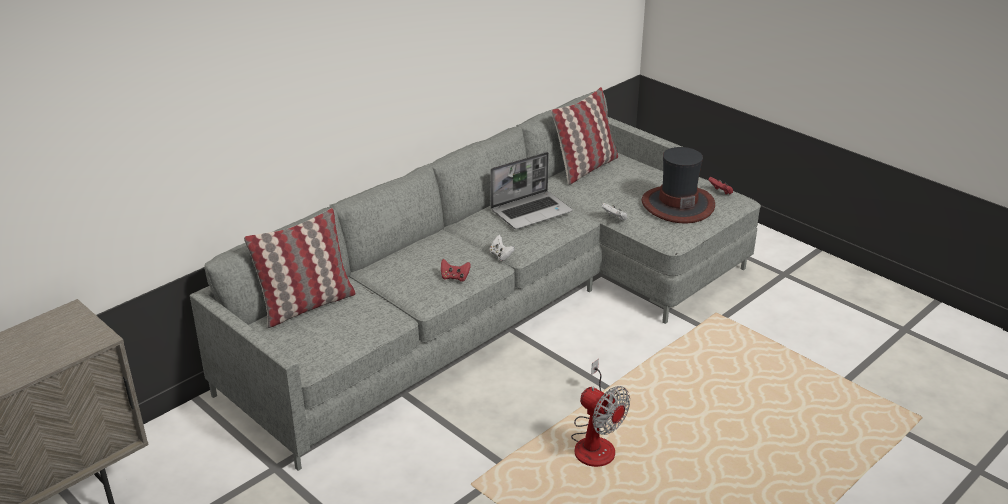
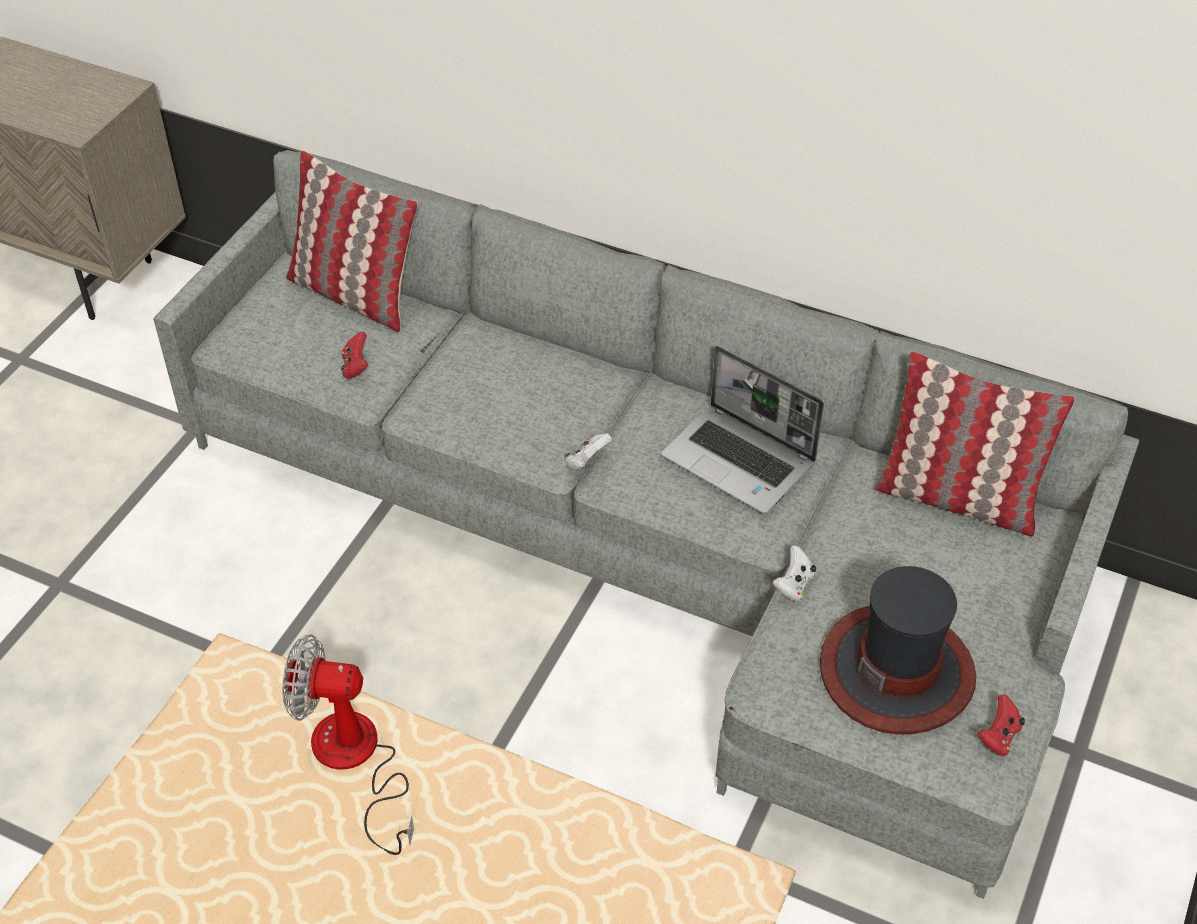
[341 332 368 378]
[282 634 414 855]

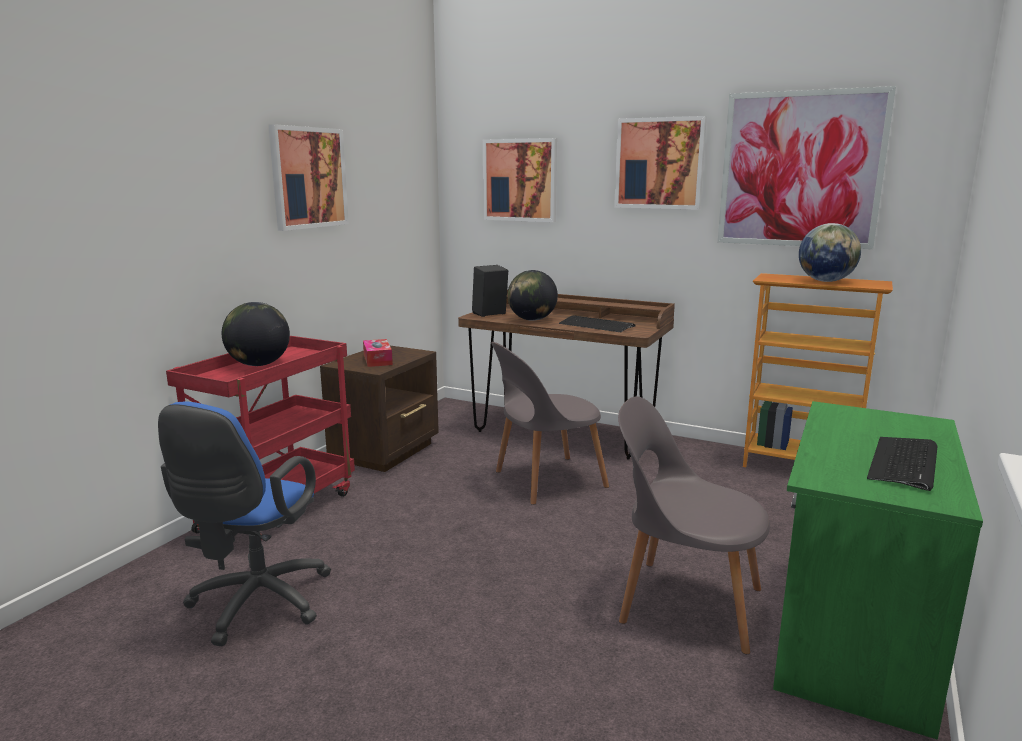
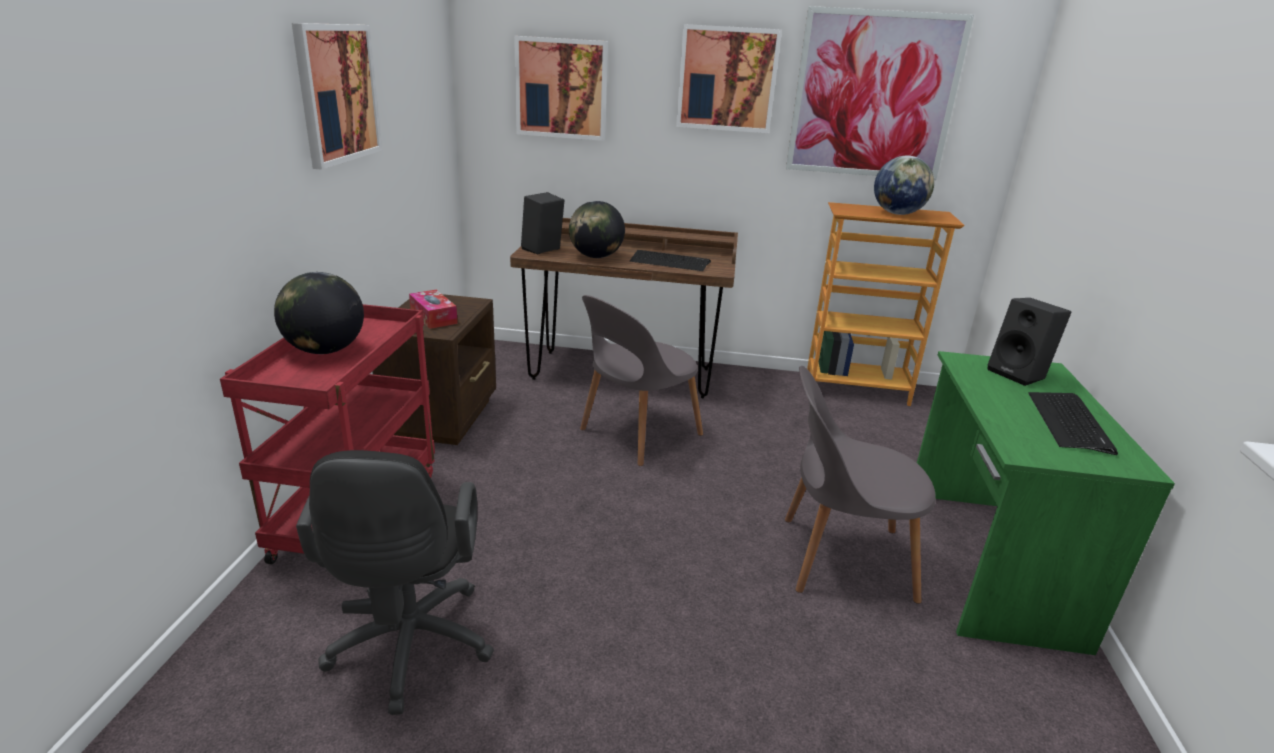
[987 298 1072 386]
[296 450 494 715]

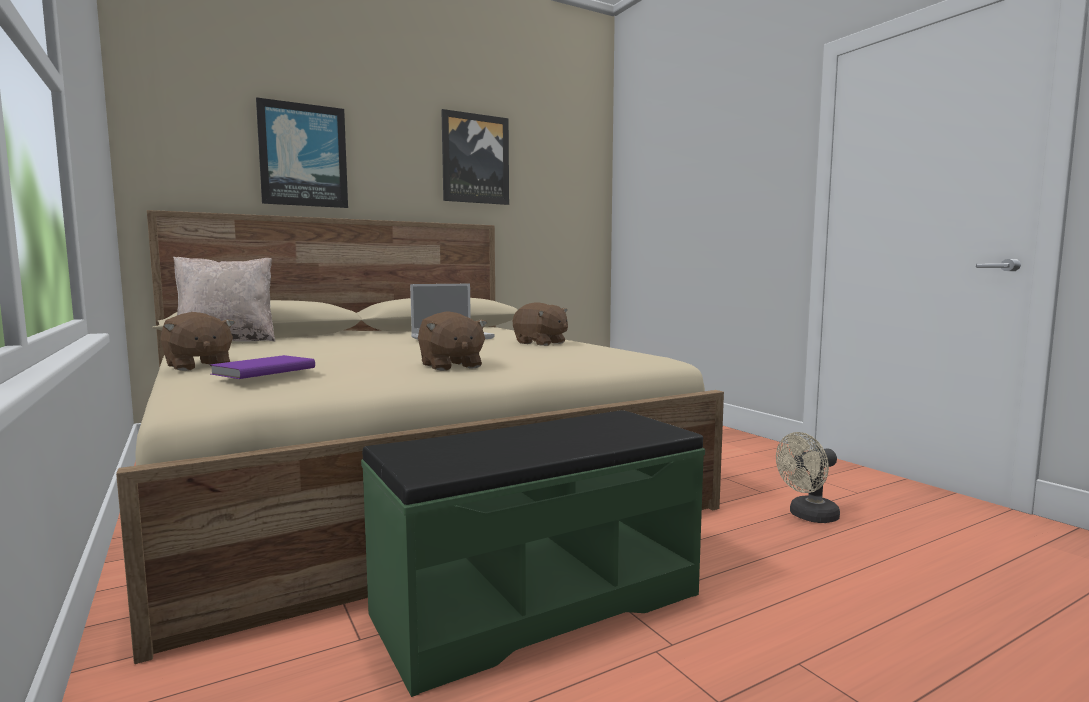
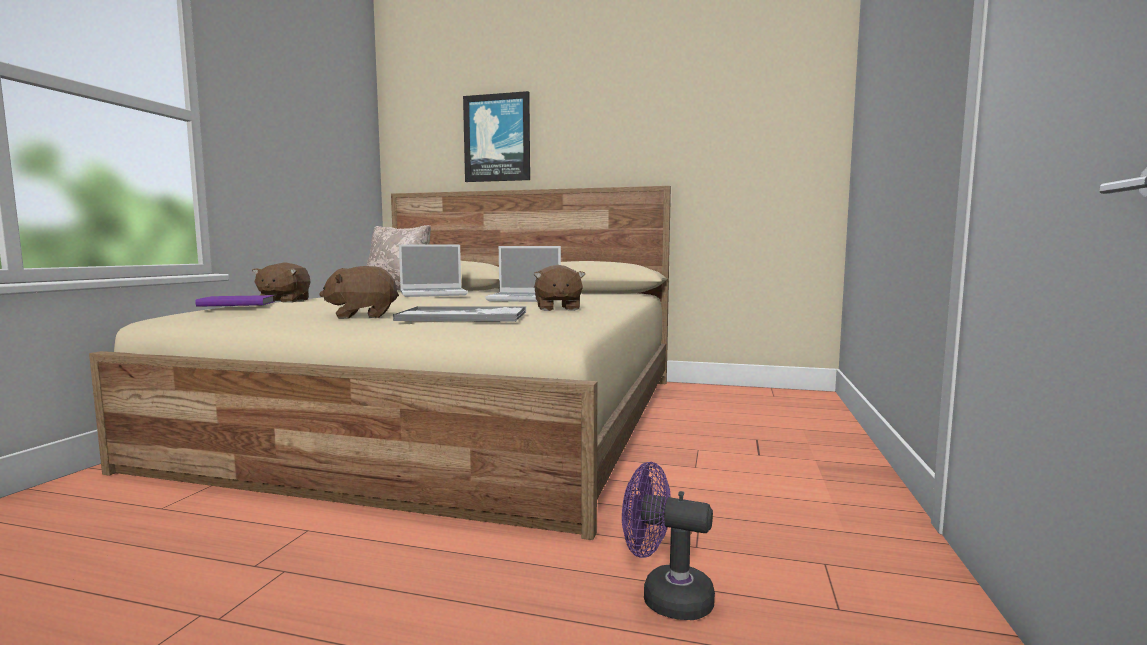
[361 410 705 697] (first image)
[441 109 509 205] (first image)
[393 306 526 322]
[399 244 468 297]
[622 462 715 620]
[319 266 399 319]

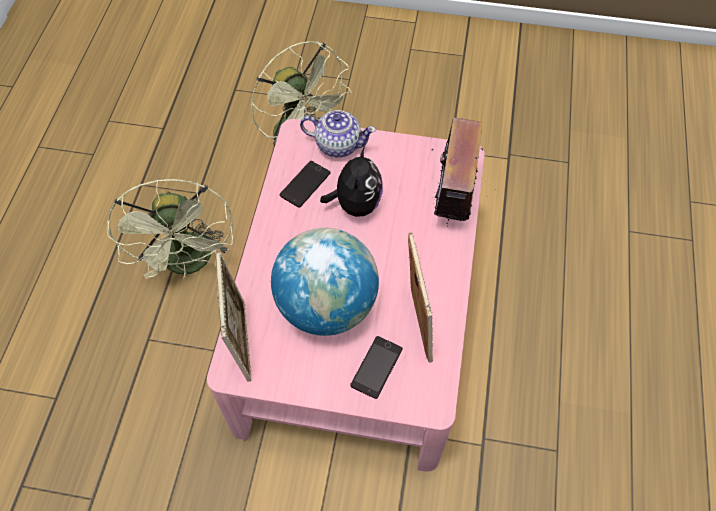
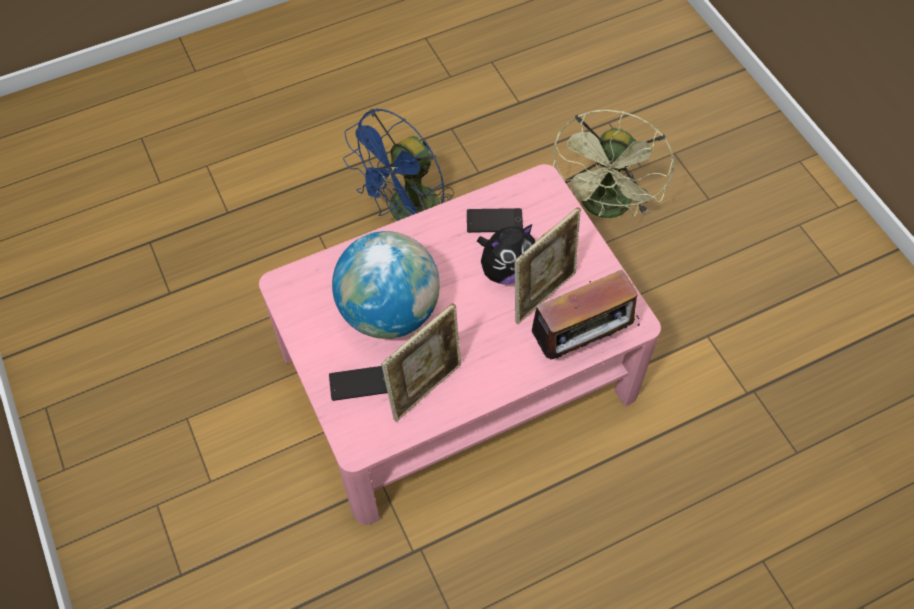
[300 110 376 158] (first image)
[515 207 581 324]
[343 108 454 221]

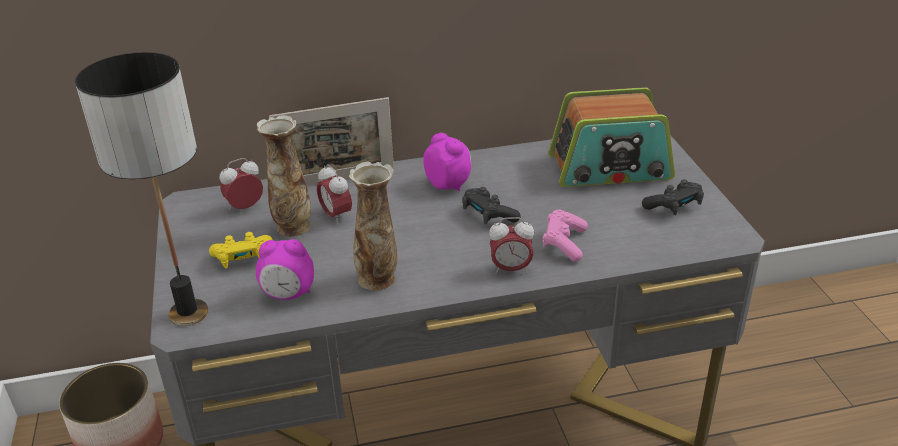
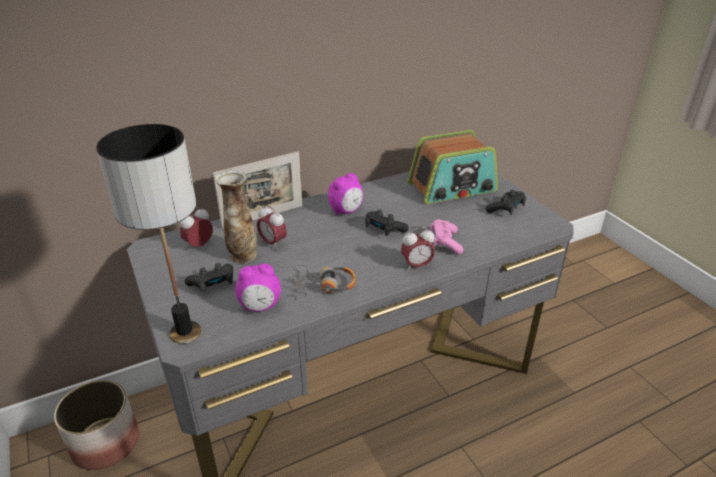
[292 265 356 298]
[185 263 233 294]
[328 173 363 215]

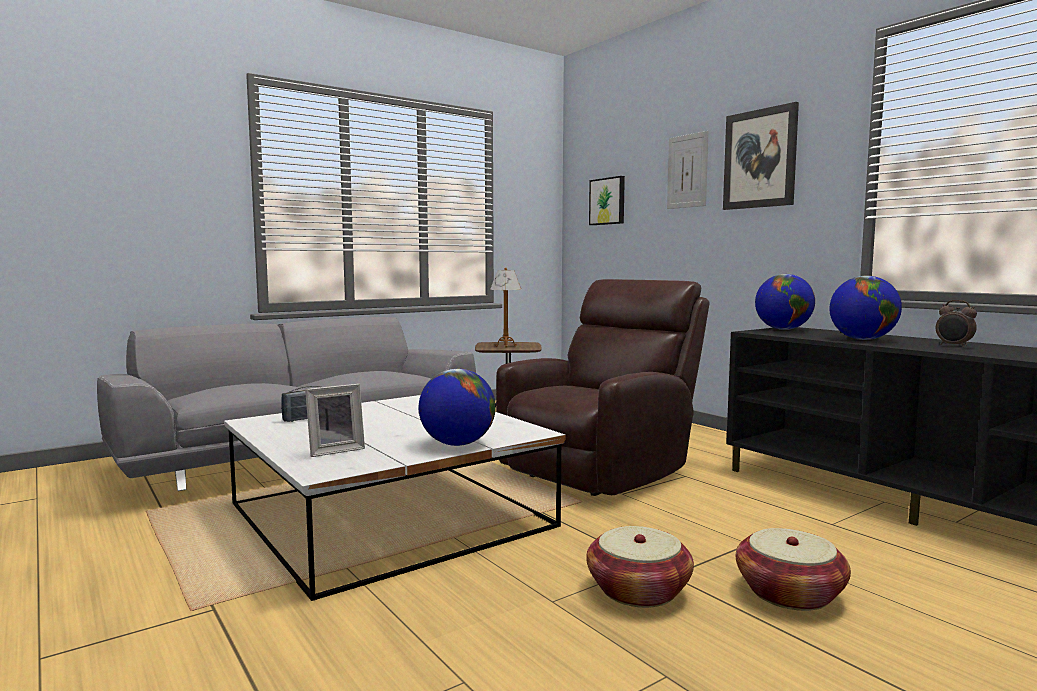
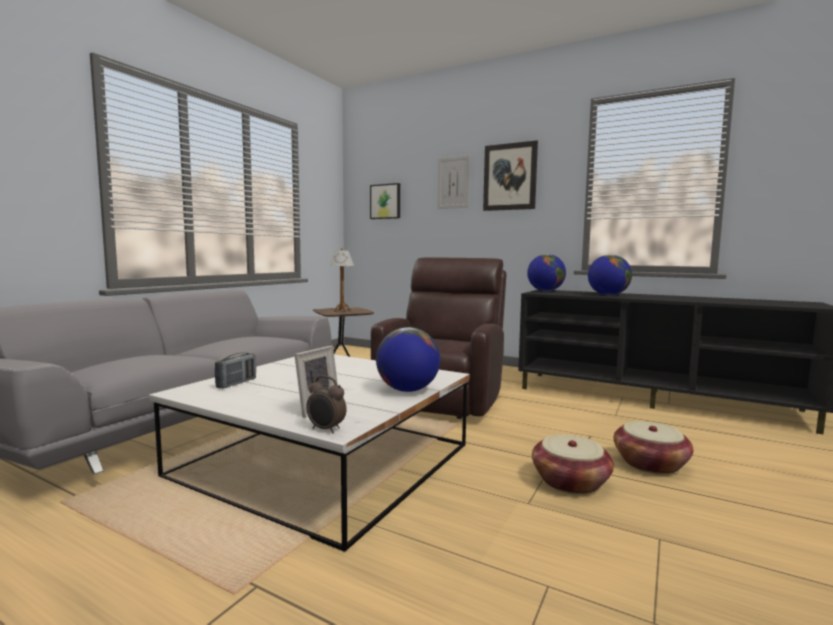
[306 376 347 433]

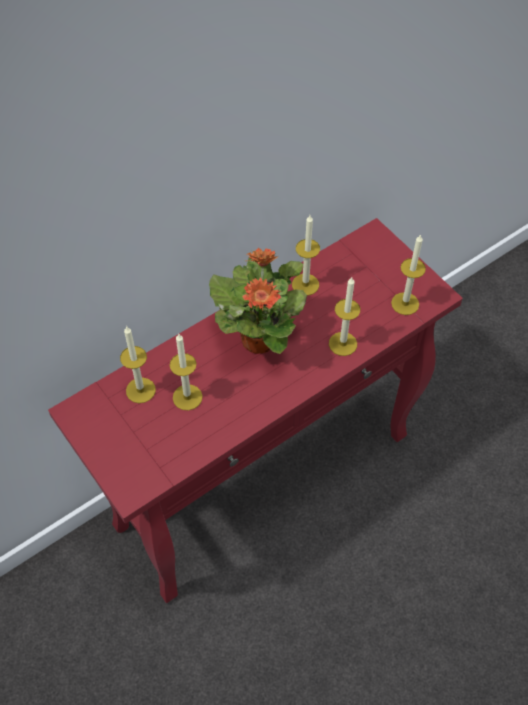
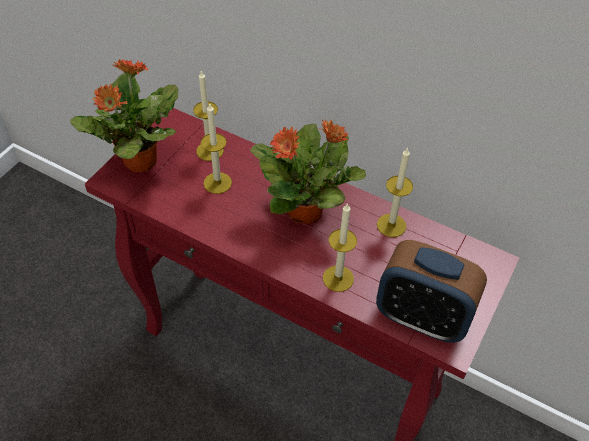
[70 59 178 172]
[376 240 487 343]

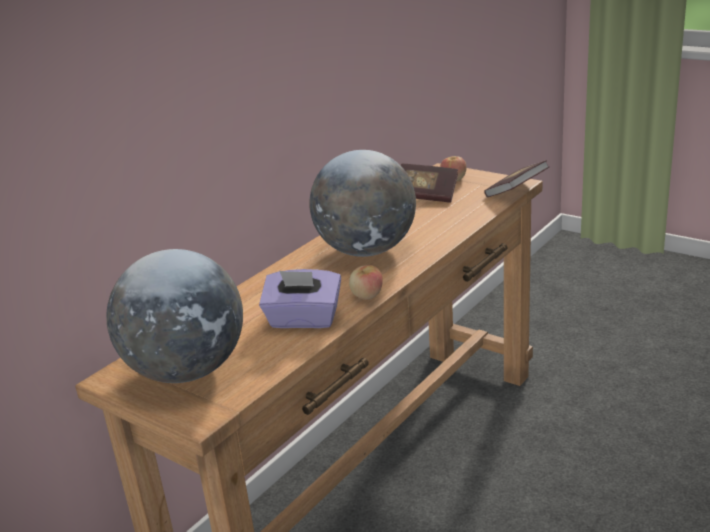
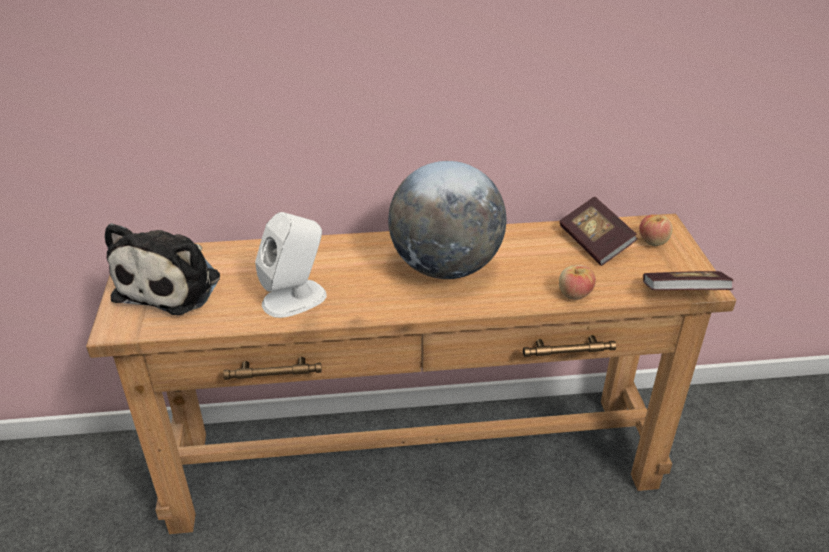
[559 264 596 300]
[105 223 220 315]
[255 212 327 318]

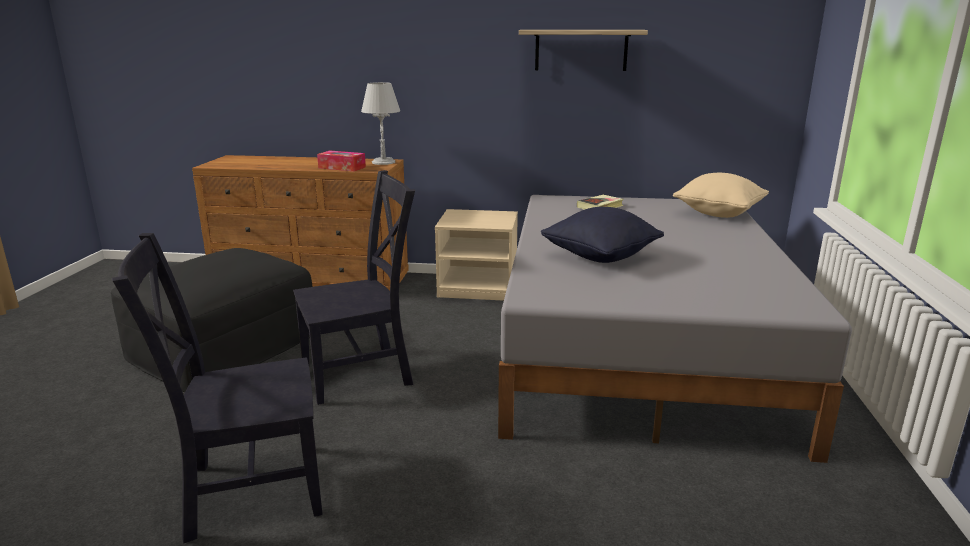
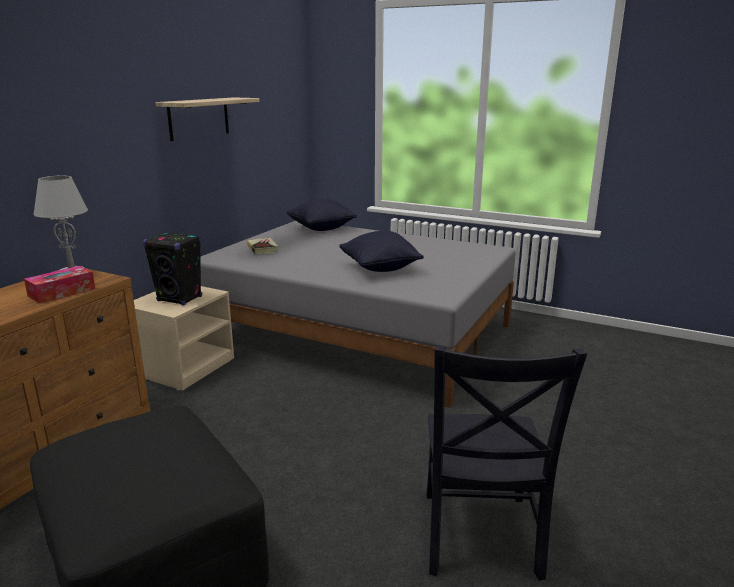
[293 170 415 405] (first image)
[143 232 202 306]
[287 199 357 231]

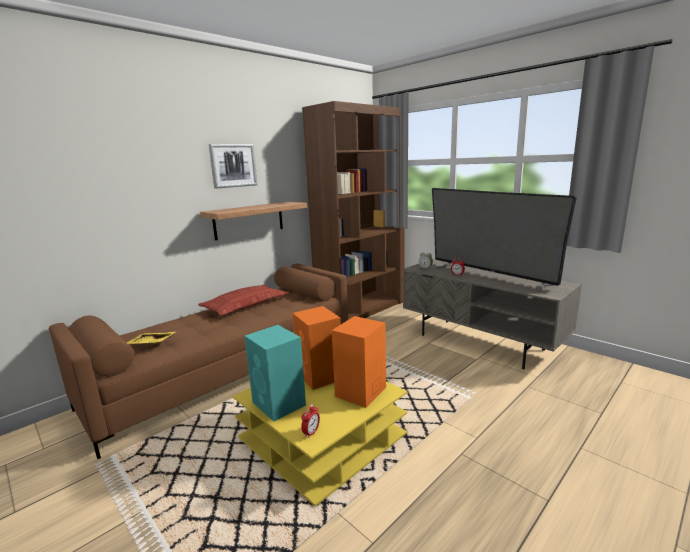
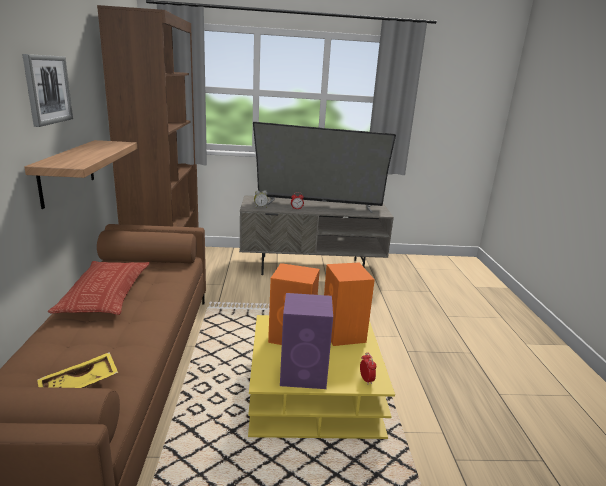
[280 293 333 389]

